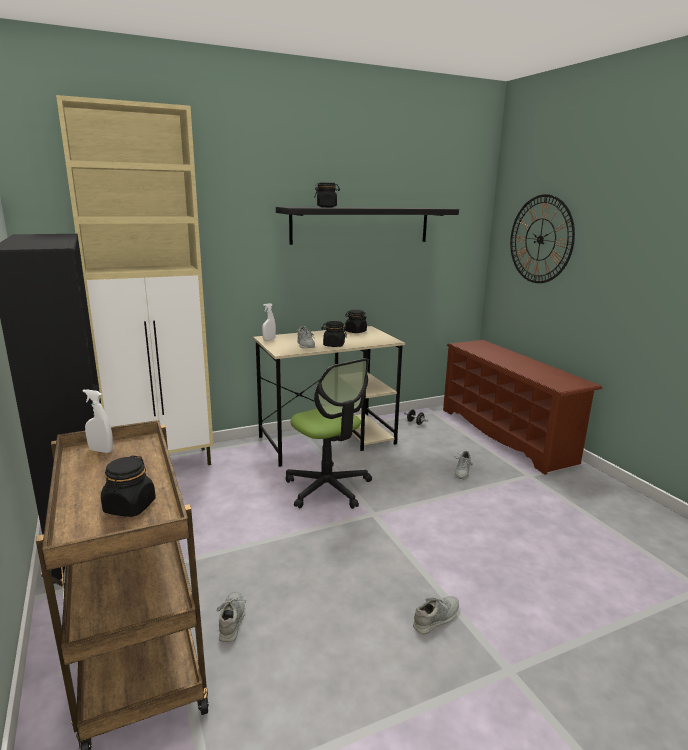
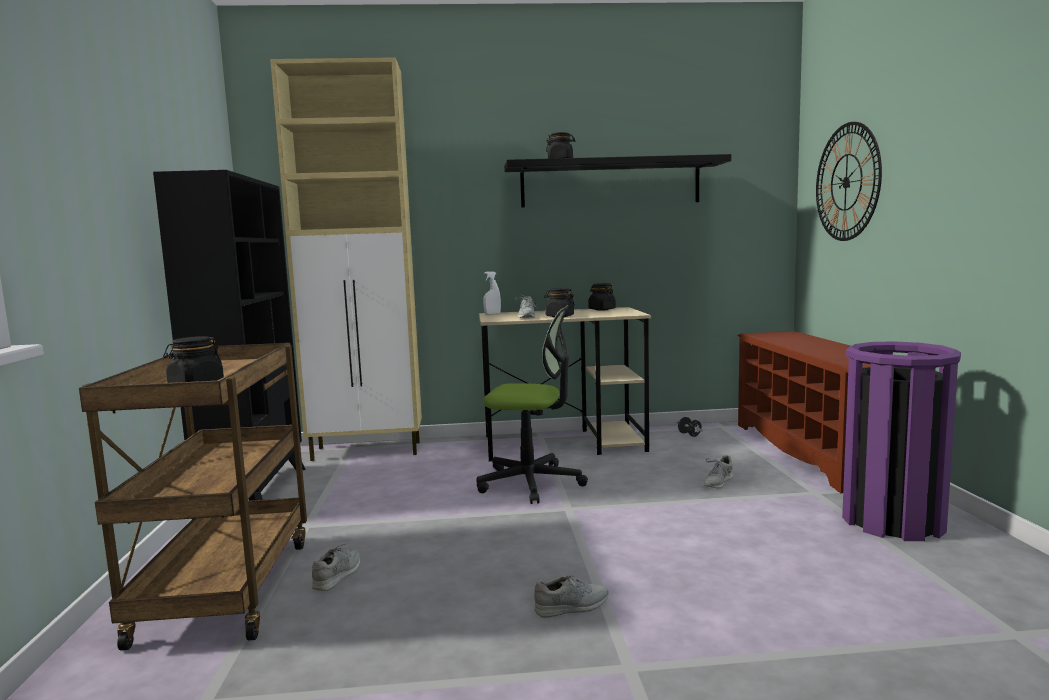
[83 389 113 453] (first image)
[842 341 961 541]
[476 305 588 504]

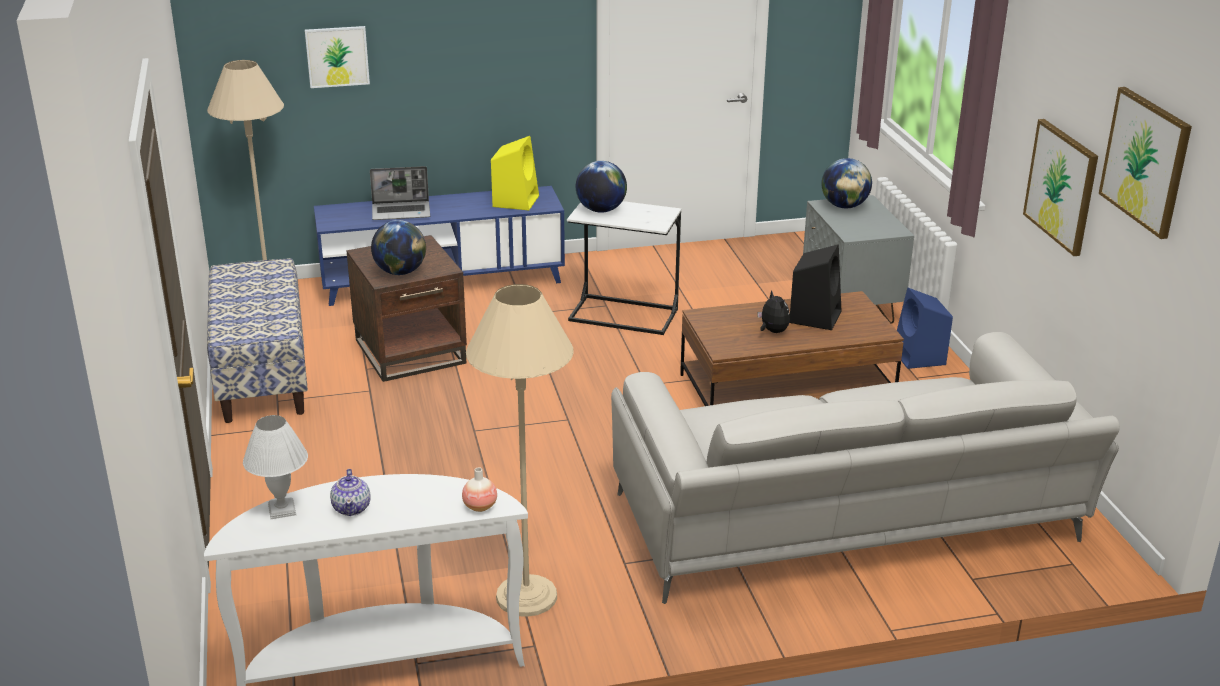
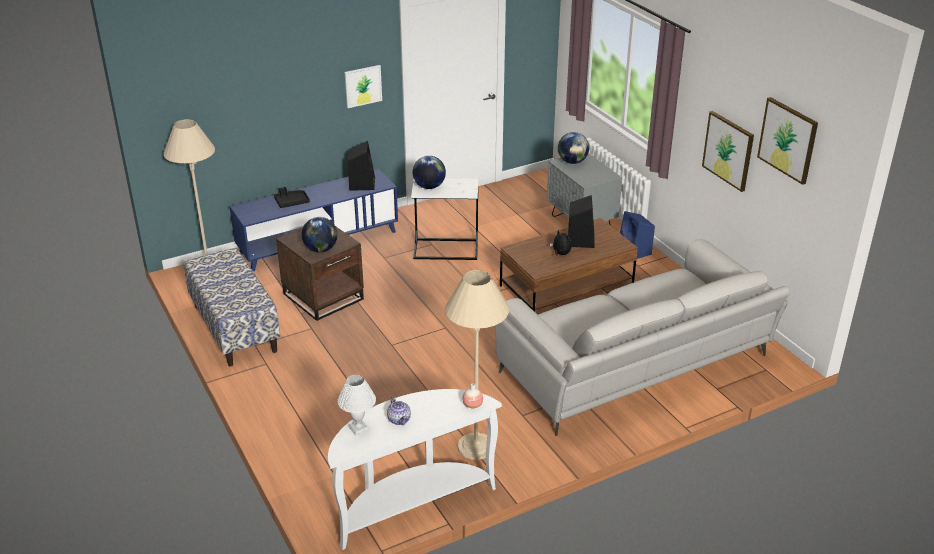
[344 65 382 108]
[274 187 310 208]
[347 141 375 191]

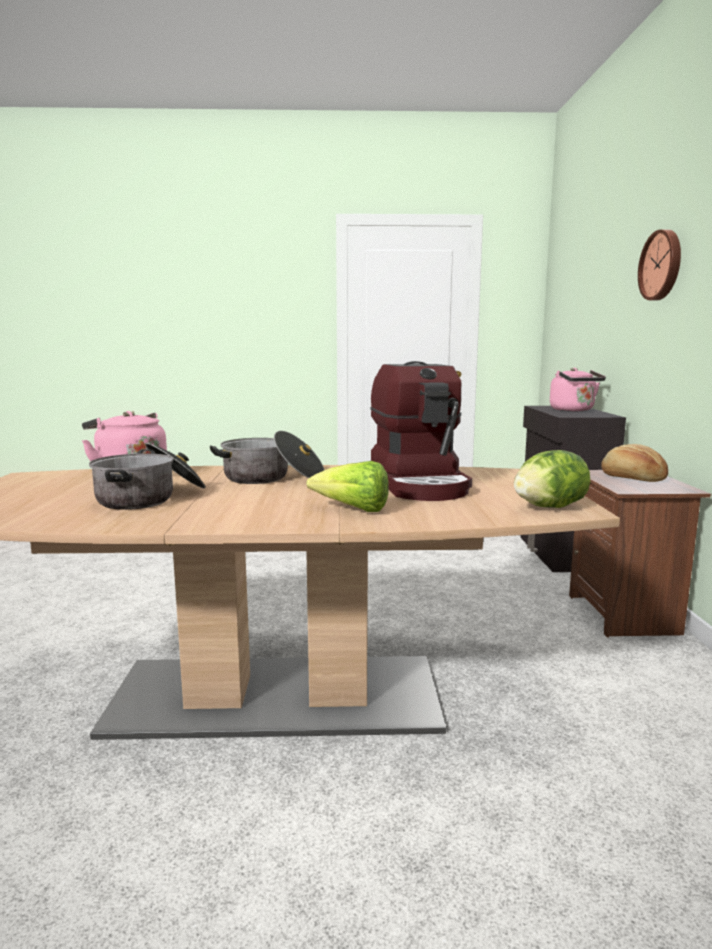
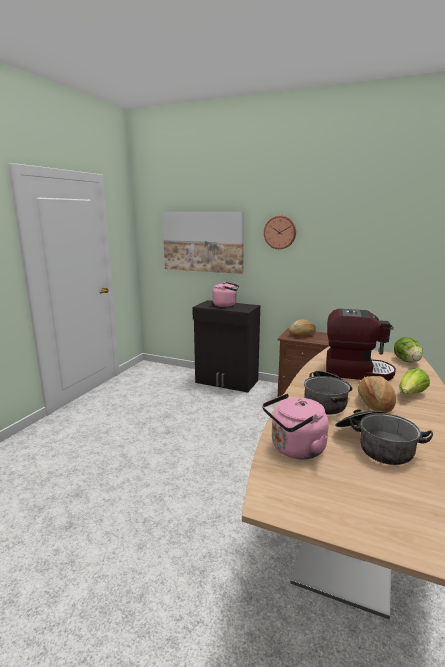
[162 212 244 274]
[358 376 396 413]

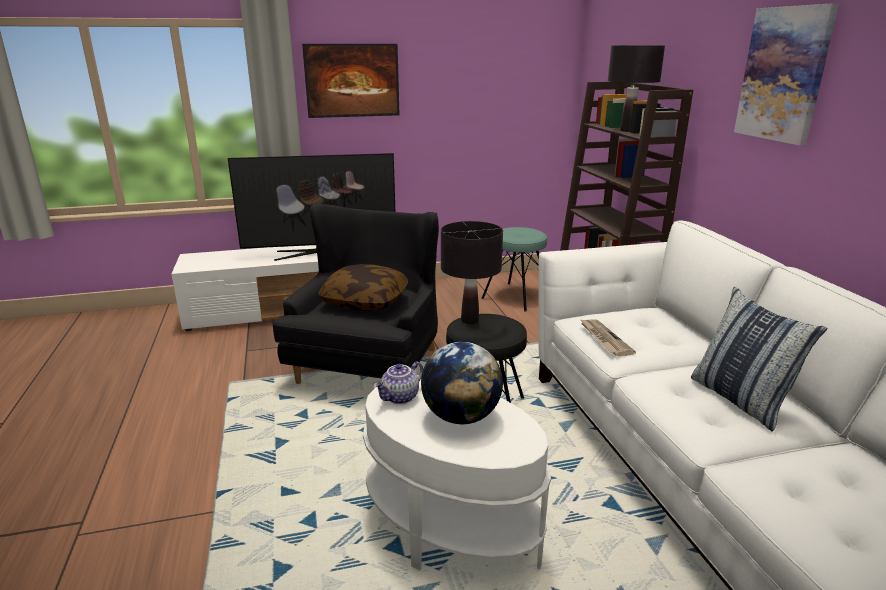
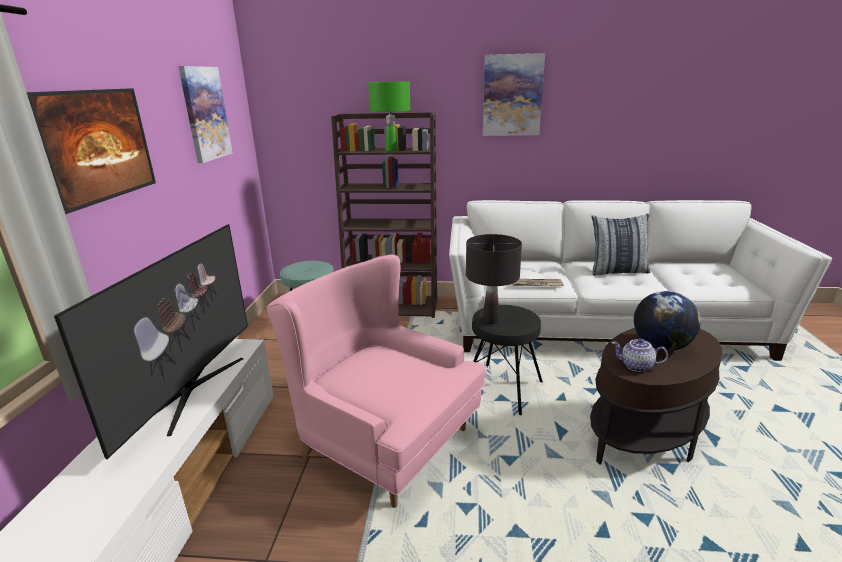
[318 264 408 311] (first image)
[178 66 233 163]
[266 254 486 508]
[590 328 722 465]
[368 81 410 151]
[612 338 668 372]

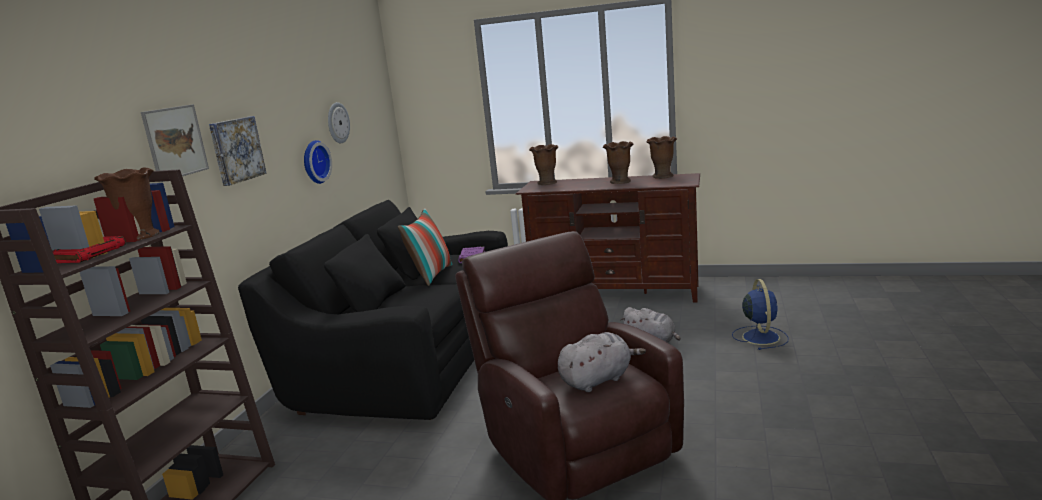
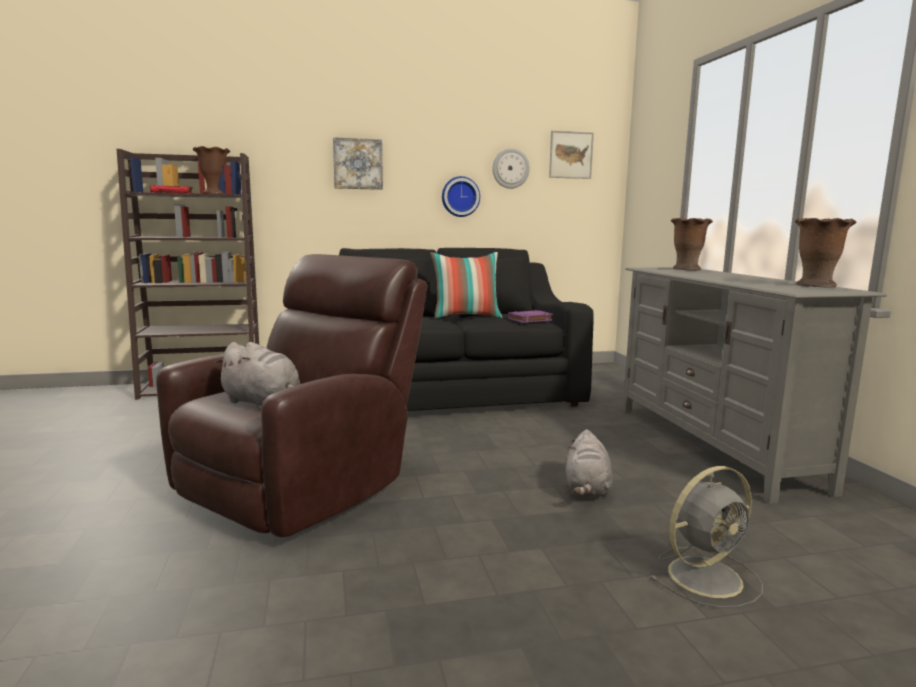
[603 141 634 184] (first image)
[549 131 594 179]
[623 267 887 504]
[649 466 763 608]

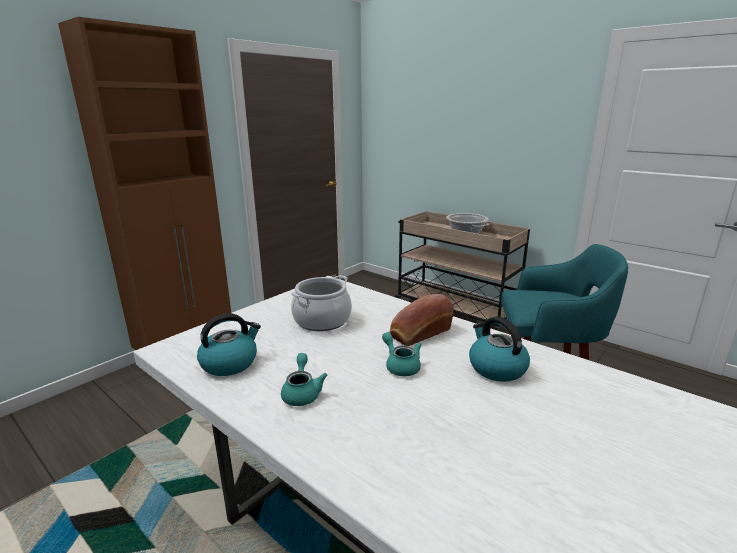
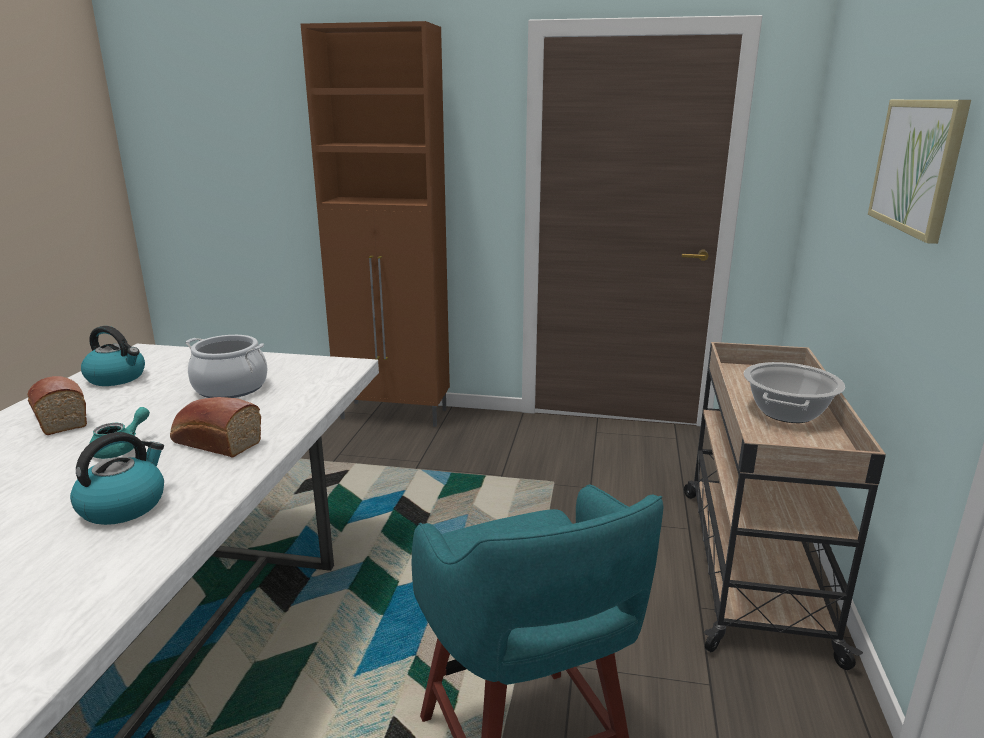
[868 100 971 244]
[27 376 87 435]

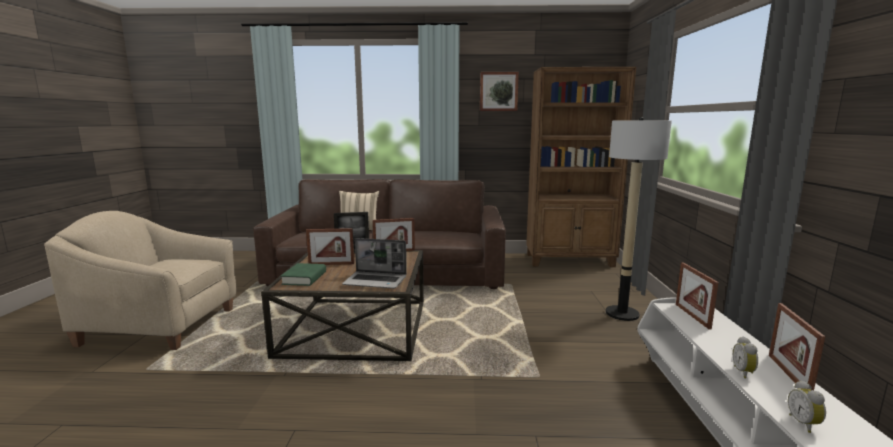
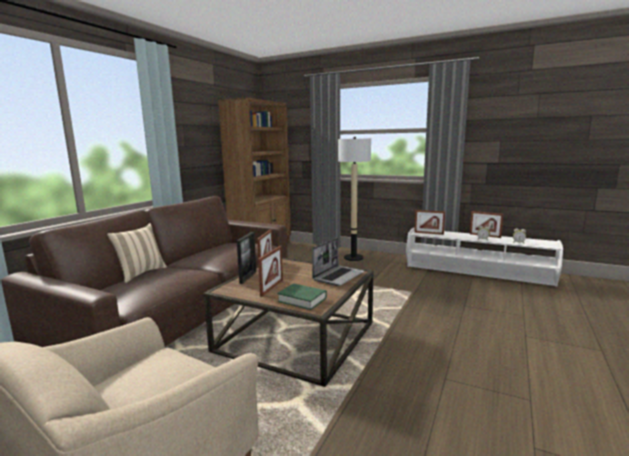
[480 72 519 111] (first image)

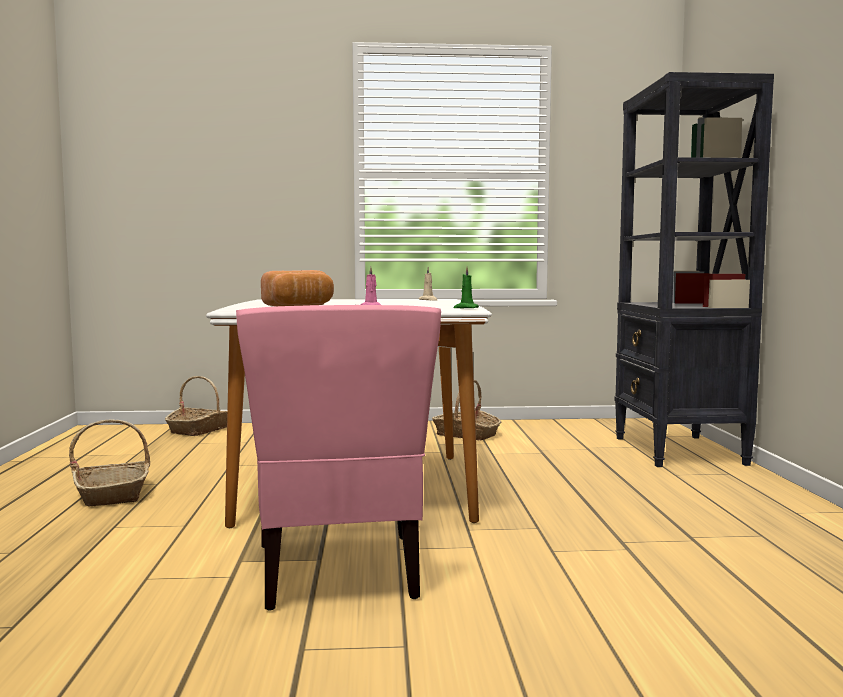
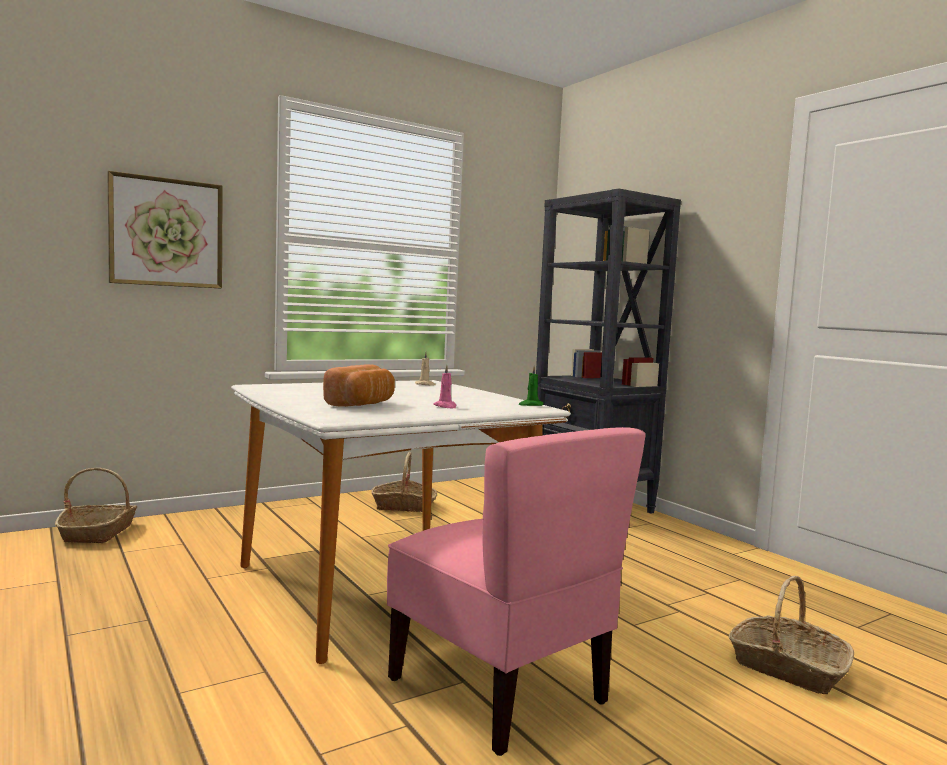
[107 171 223 288]
[728 576 854 695]

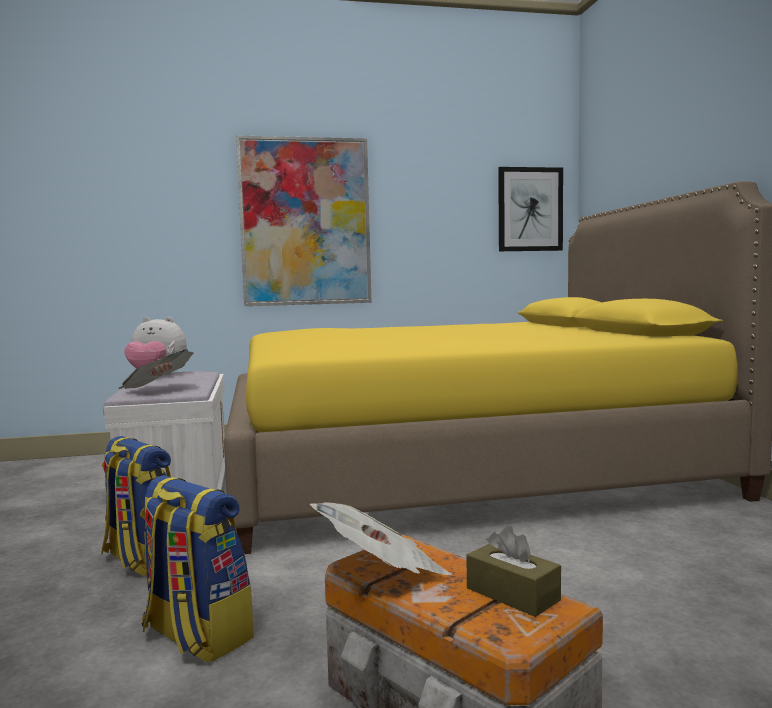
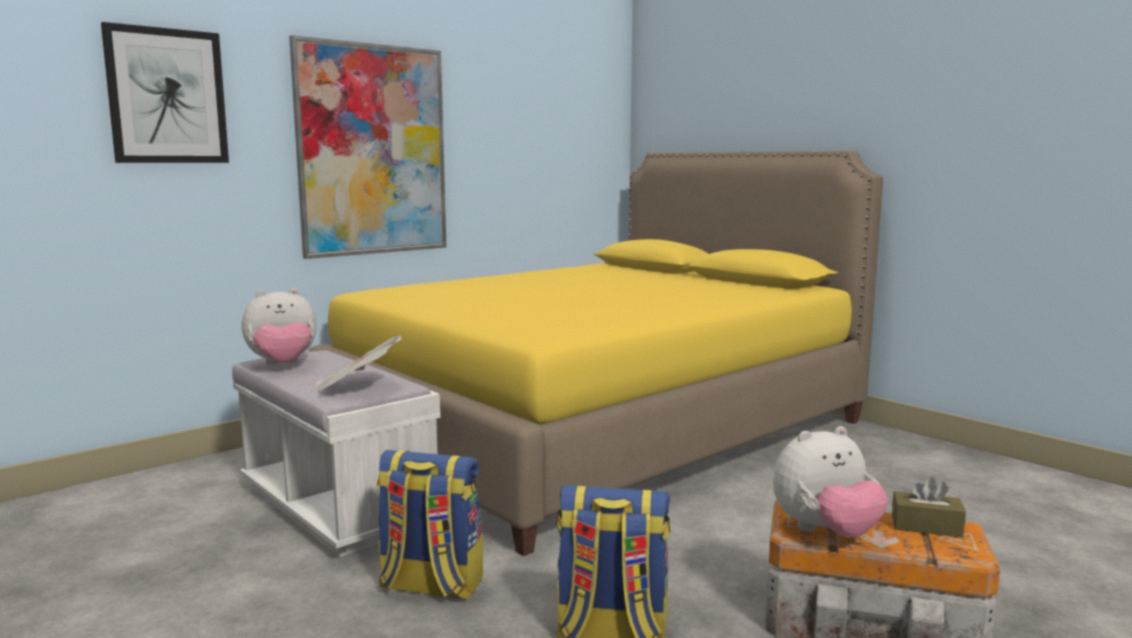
[101 22 229 163]
[773 426 888 538]

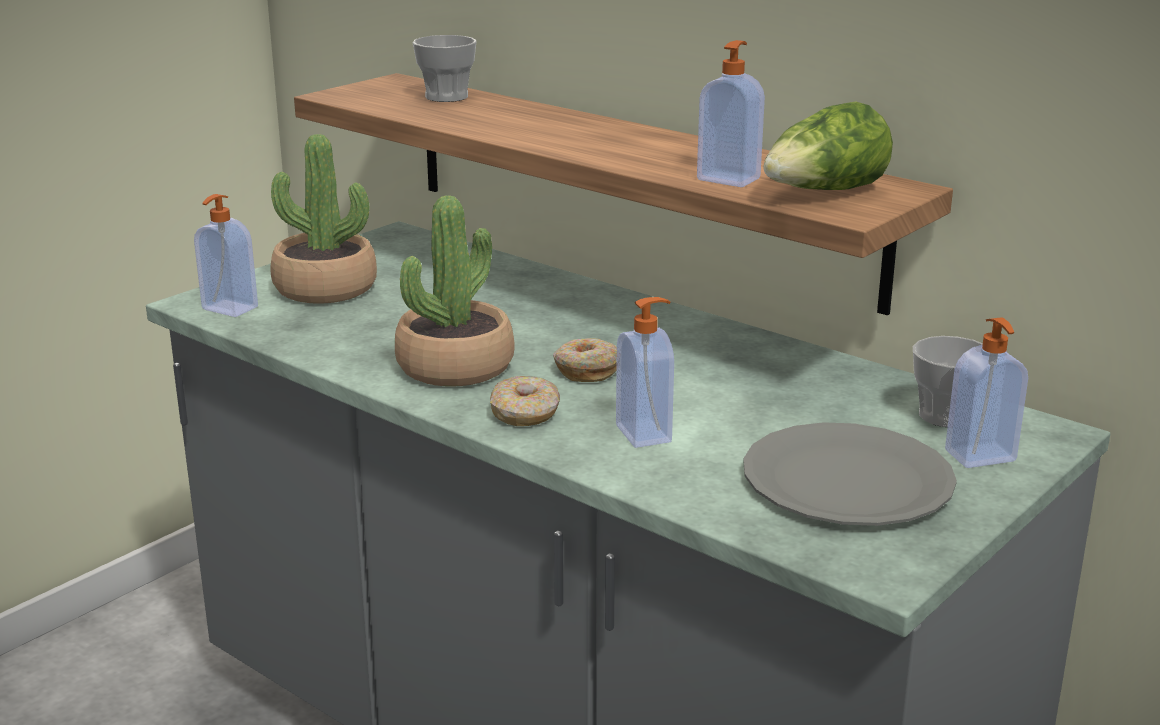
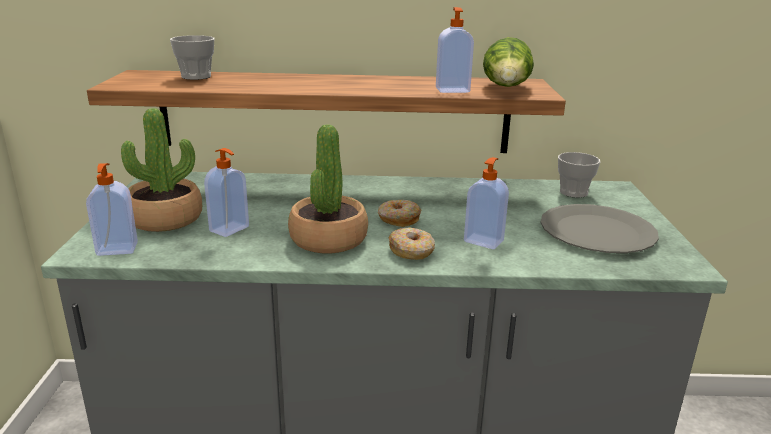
[204 148 249 237]

